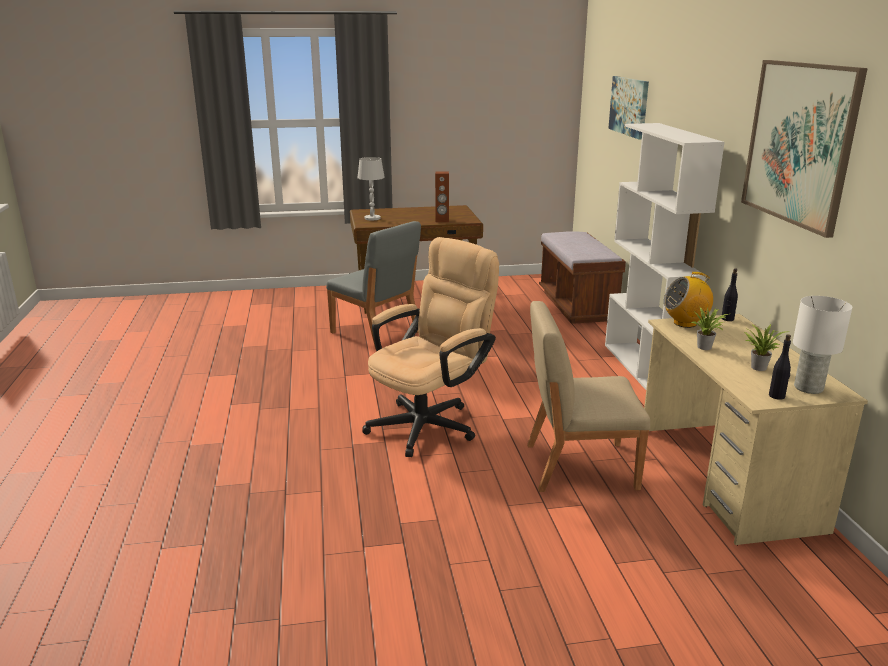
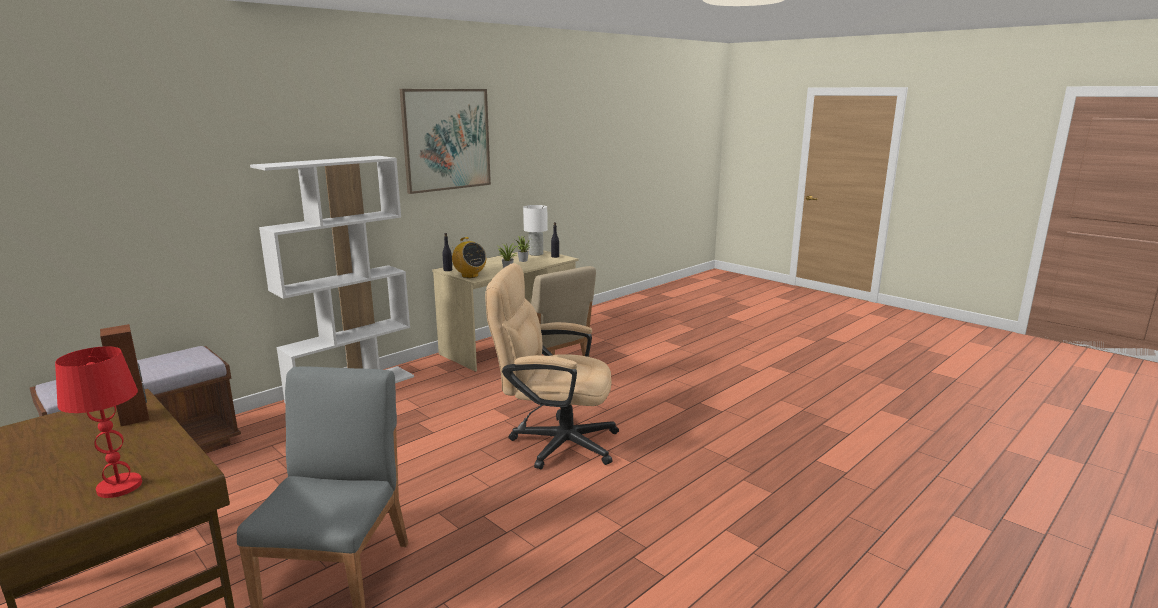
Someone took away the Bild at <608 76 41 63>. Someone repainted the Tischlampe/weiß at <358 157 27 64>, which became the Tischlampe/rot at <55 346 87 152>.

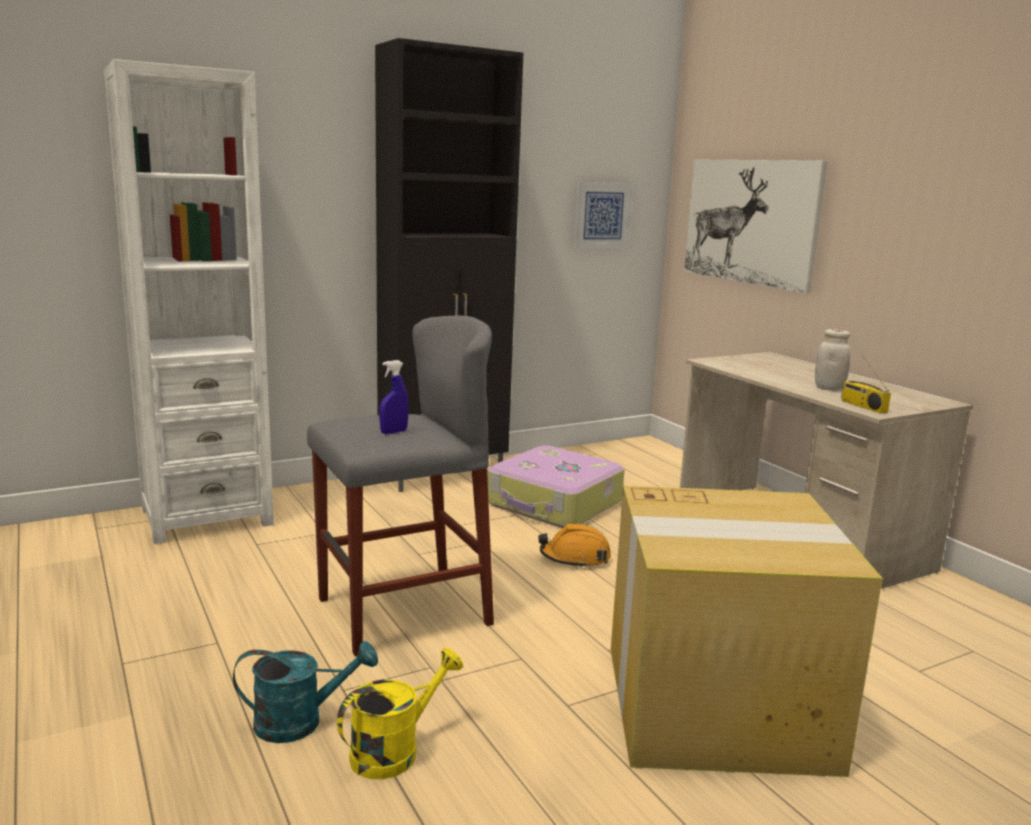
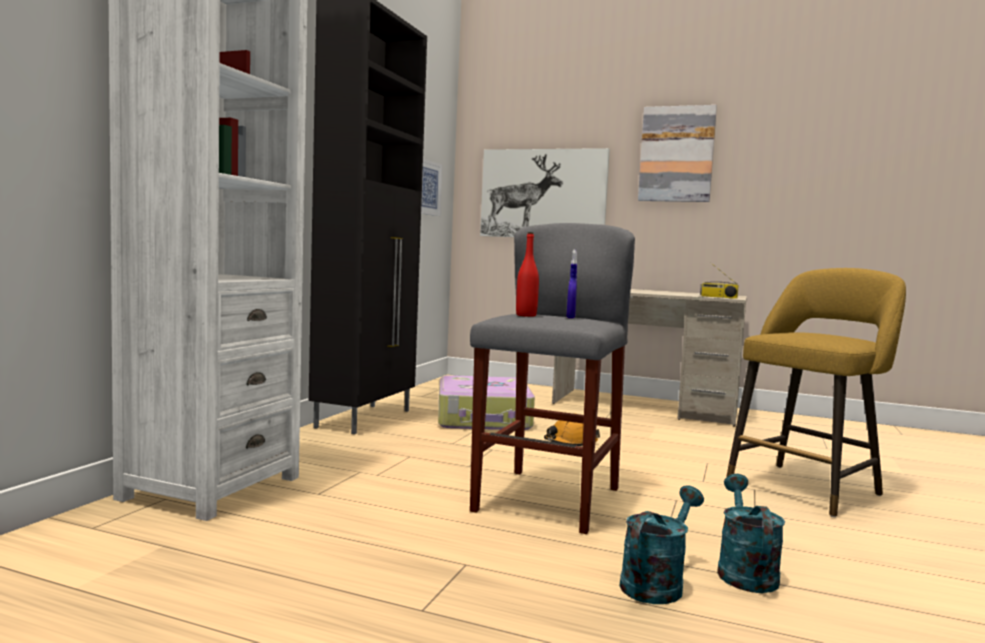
Someone took away the Vorratsglas/weiß at <815 329 35 62>. Someone swapped the Karton at <611 486 272 291> for the Hocker/gelb at <726 268 180 249>. Someone repainted the Gießkanne/gelb at <337 648 126 131>, which became the Gießkanne/türkis at <717 474 68 119>. Someone put up the Bild at <638 105 79 97>. Someone put down the Flasche/rot at <516 232 23 85>.

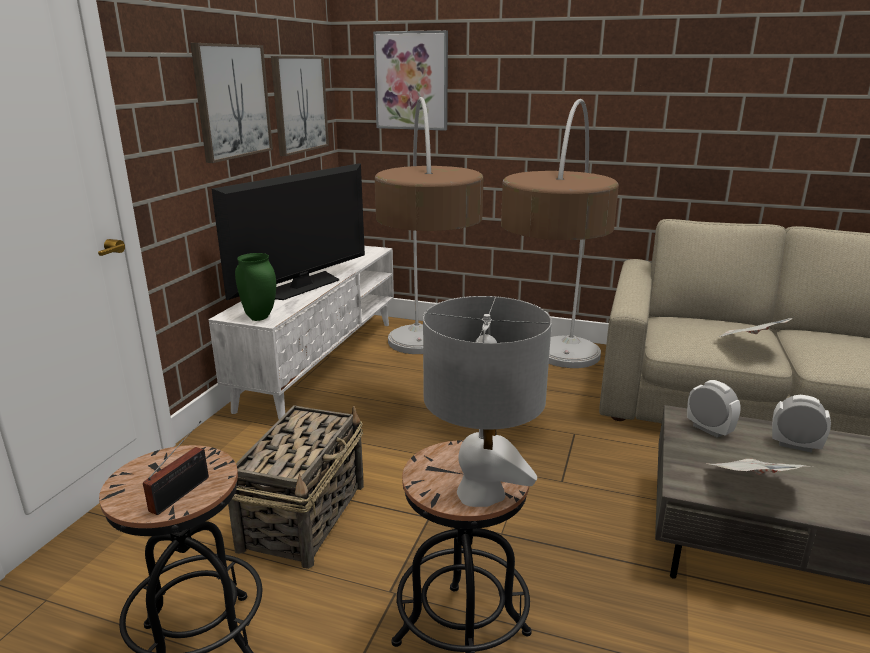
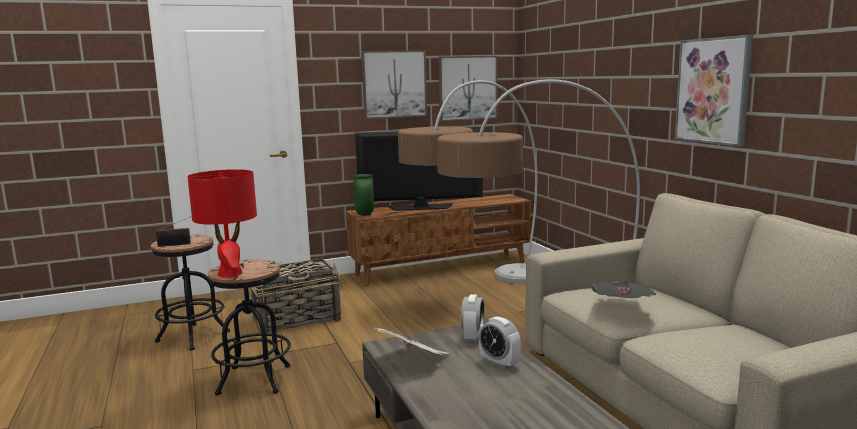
Someone carried the Bild from <373 30 75 101> to <675 35 78 112>. Someone repainted the Fernsehschrank/weiß at <209 246 185 173>, which became the Fernsehschrank/braun at <346 194 185 93>. Someone repainted the Tischlampe/grau at <423 296 129 211>, which became the Tischlampe/rot at <187 169 70 109>. Someone rotated the Wecker at <772 395 59 58> by 150 degrees clockwise.

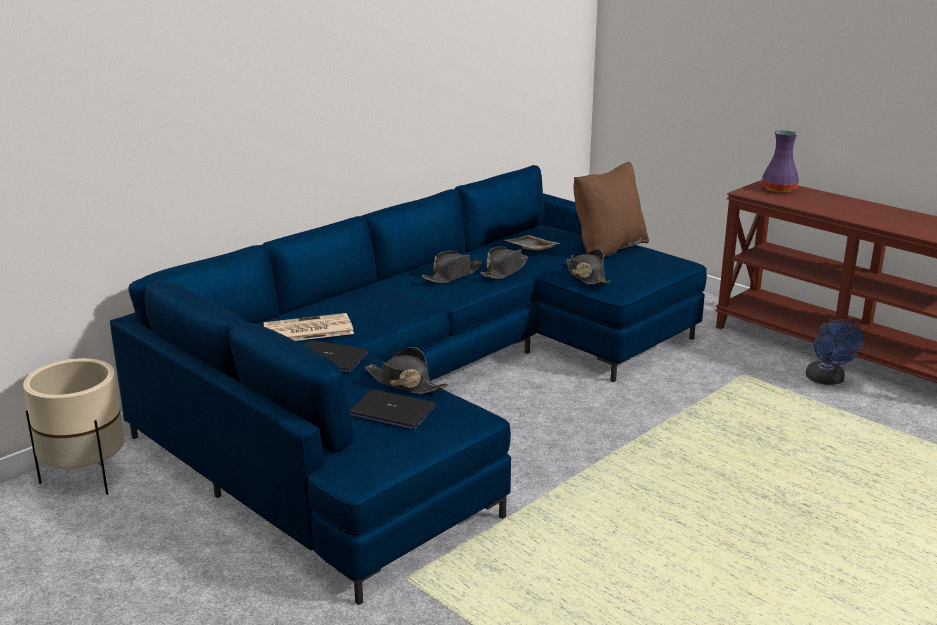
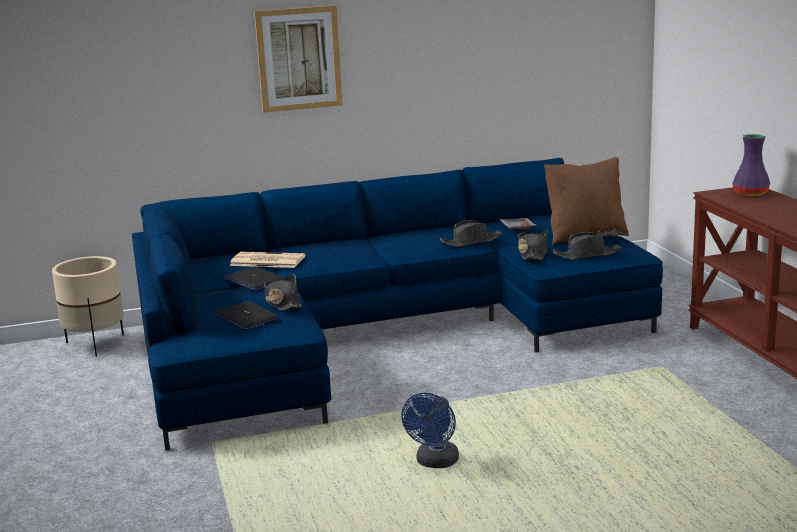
Someone carried the Hut/schwarz from <422 251 60 32> to <553 232 68 27>. Someone carried the Ventilator/blau from <806 319 58 66> to <401 392 58 76>. Someone put up the Bild at <254 5 89 108>.

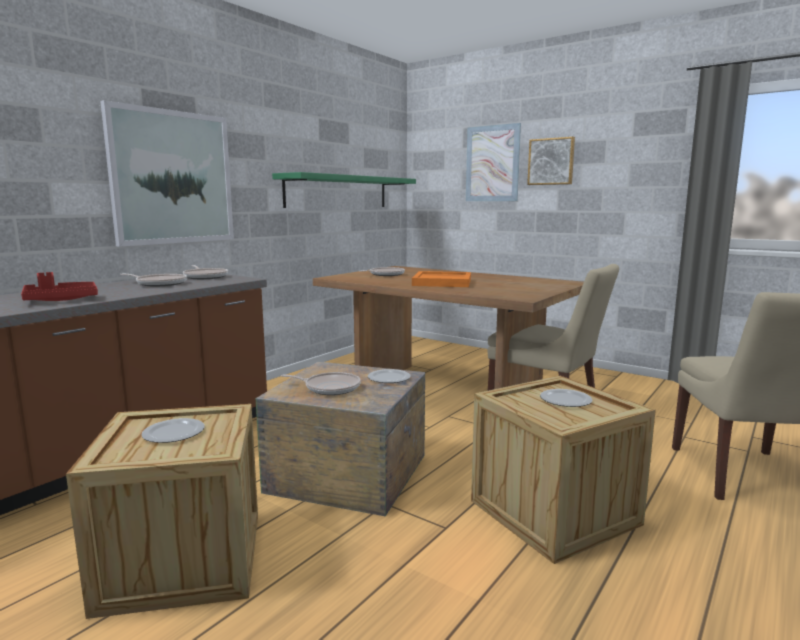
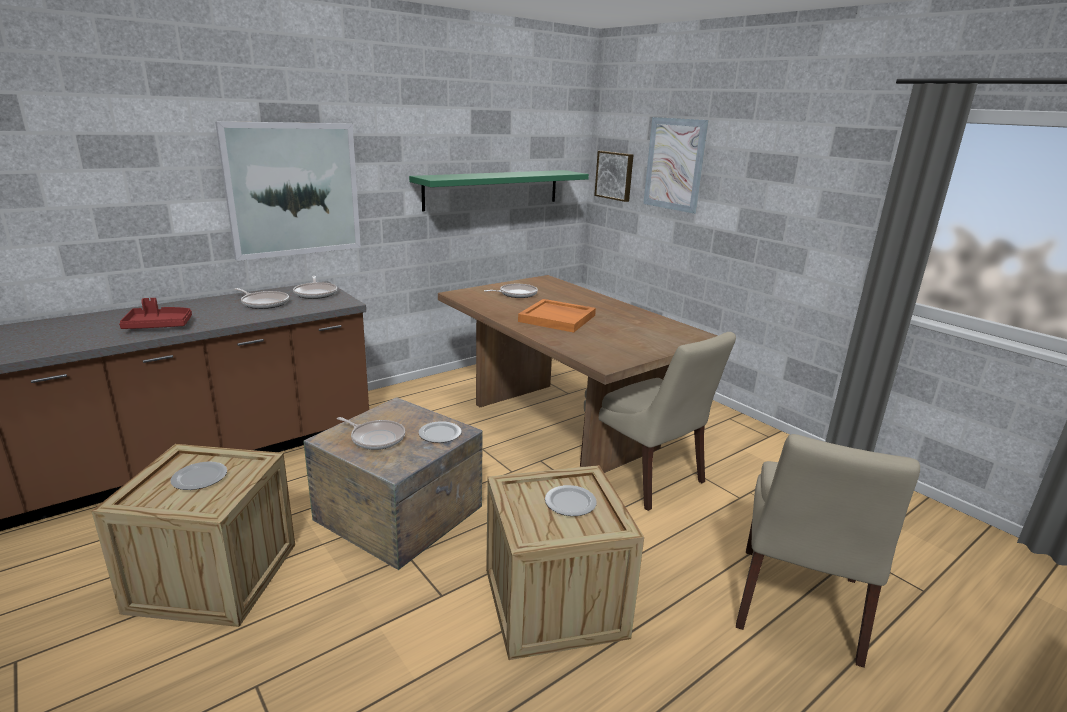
Someone carried the Bild from <527 137 48 48> to <594 151 39 51>.

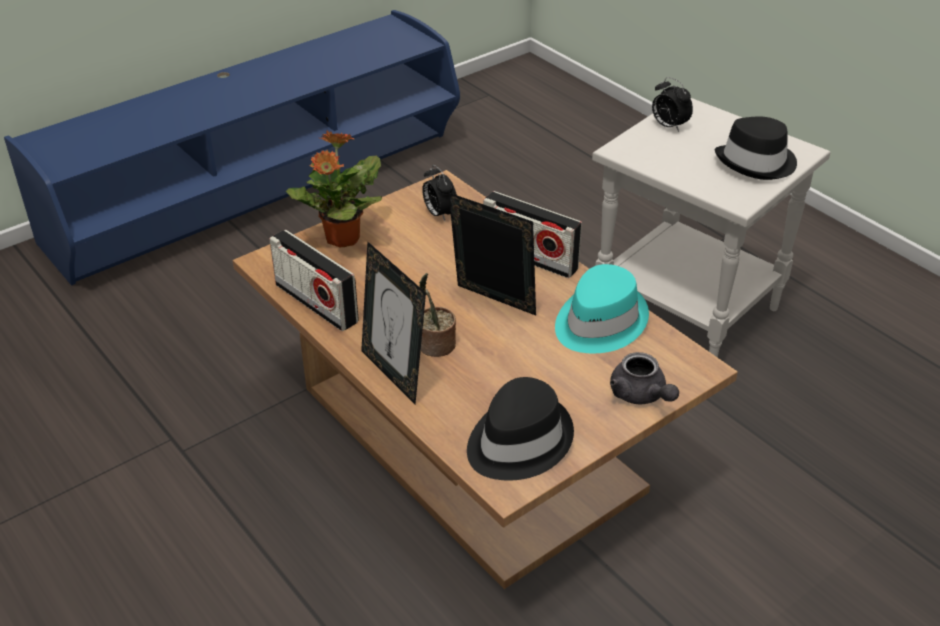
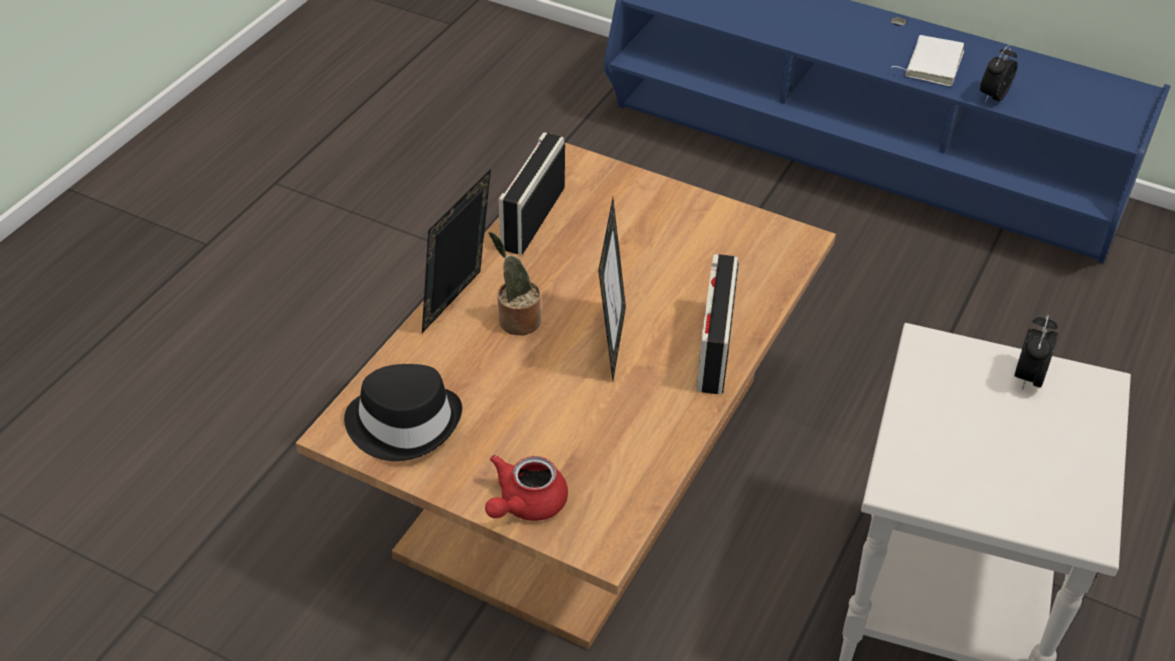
Someone took away the Hut/schwarz at <715 117 82 63>. Someone took away the Topfpflanze at <286 131 96 116>. Someone carried the Wecker from <422 165 35 56> to <980 45 37 58>. Someone took away the Hut/türkis at <555 264 94 89>. Someone repainted the Teekanne/grau at <610 352 69 53>, which became the Teekanne/rot at <485 455 83 66>. Someone put down the Buch/weiß at <892 35 72 51>.

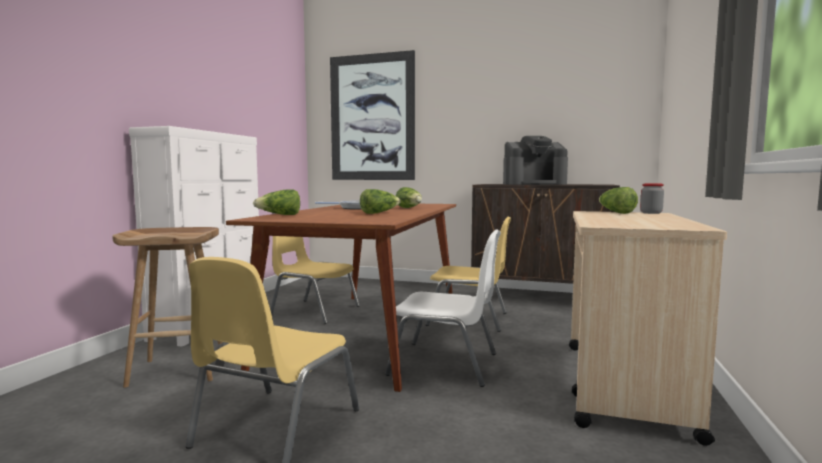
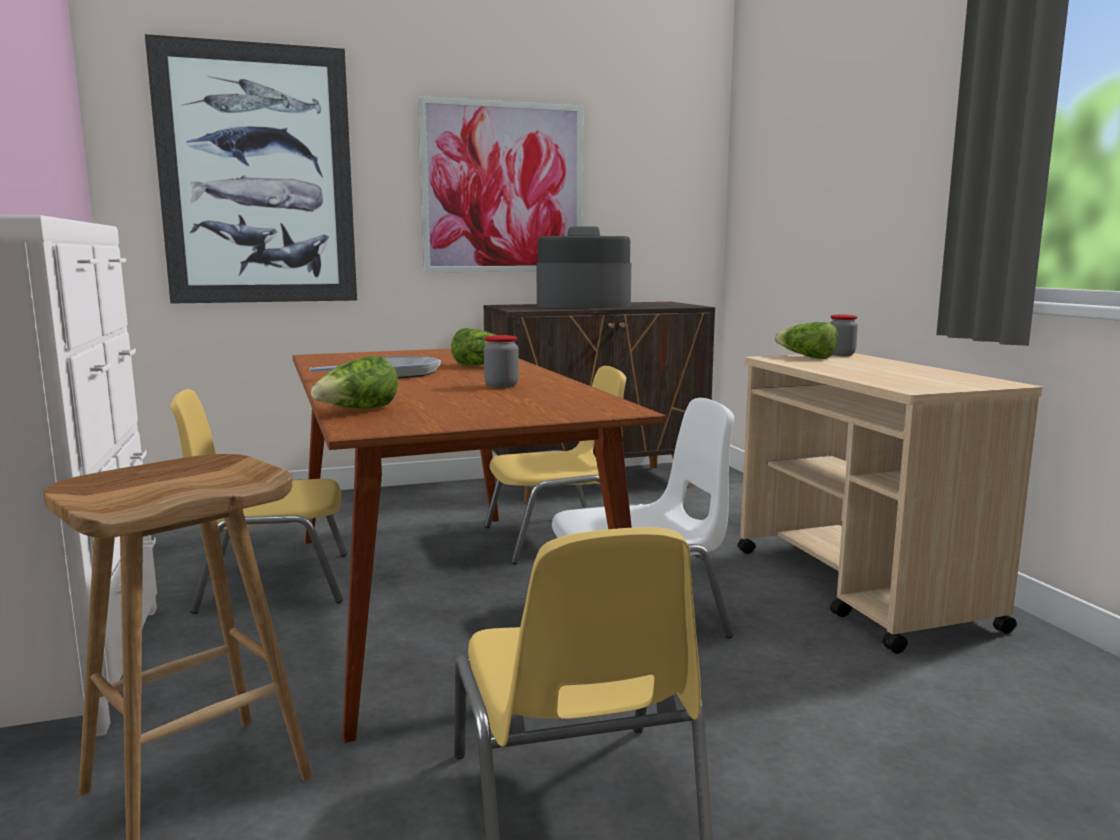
Someone rotated the Kaffeemaschine at <503 136 65 49> by 135 degrees counterclockwise. Someone swapped the Salatkopf at <360 189 41 25> for the Vorratsglas at <484 335 35 53>. Someone put up the Bild at <418 96 165 176>.

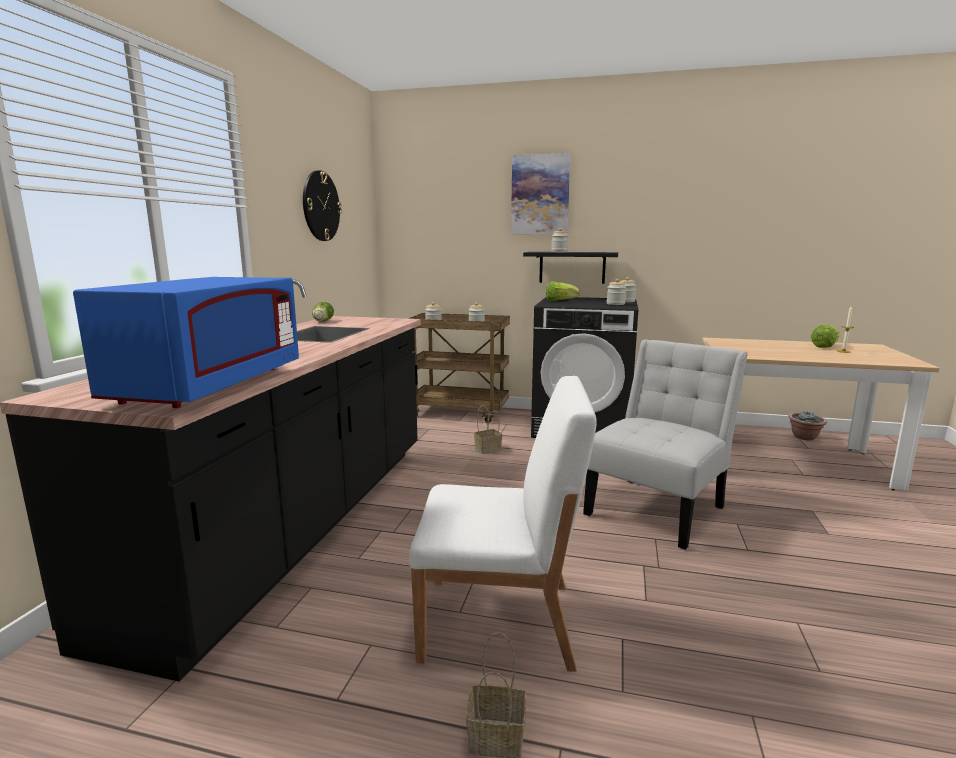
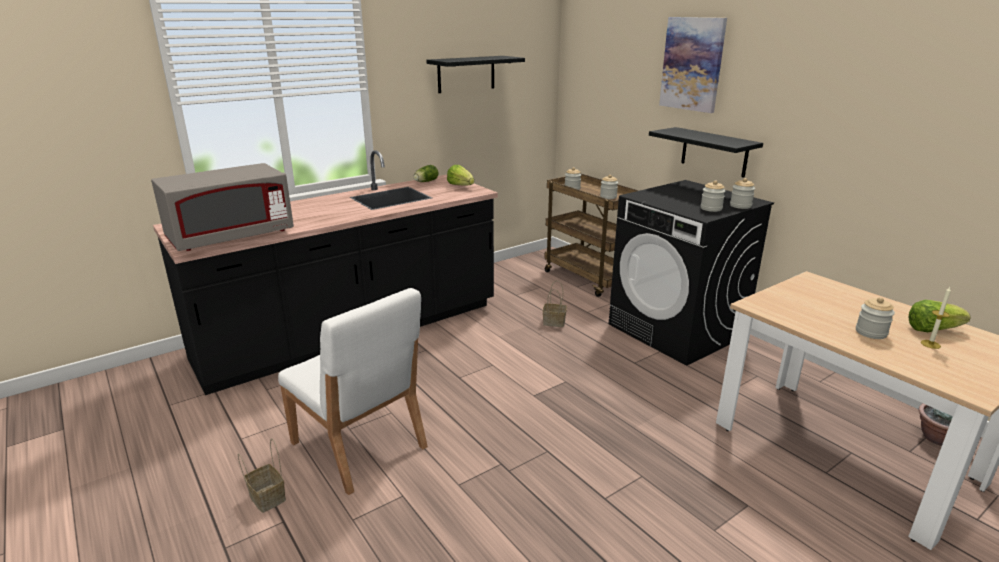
Someone swapped the Wanduhr at <303 170 39 71> for the Wandregal/schwarz at <426 56 99 37>. Someone carried the Vorratsglas from <551 228 18 24> to <856 297 39 42>. Someone repainted the Mikrowelle/blau at <73 277 226 131>, which became the Mikrowelle/grau at <151 163 143 88>. Someone carried the Salatkopf from <546 281 34 20> to <447 165 27 21>. Someone took away the Stuhl/weiß at <583 339 165 211>.

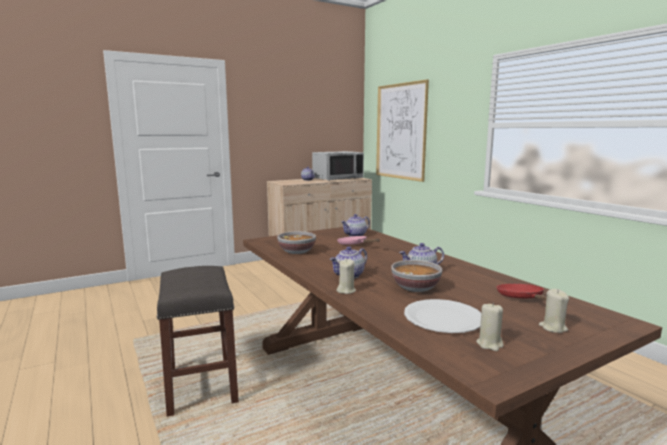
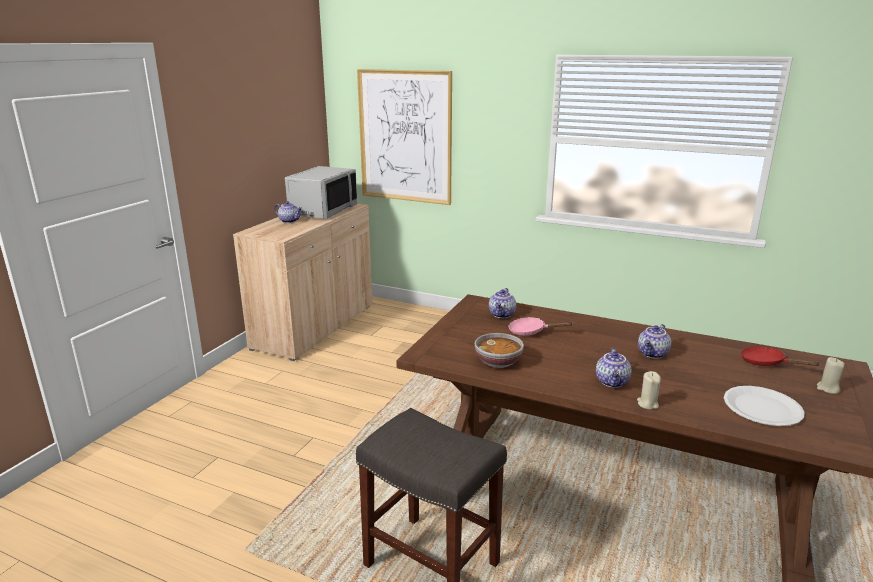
Someone took away the Schüssel at <391 260 51 32>. Someone took away the Kerze/beige at <476 303 27 48>.

